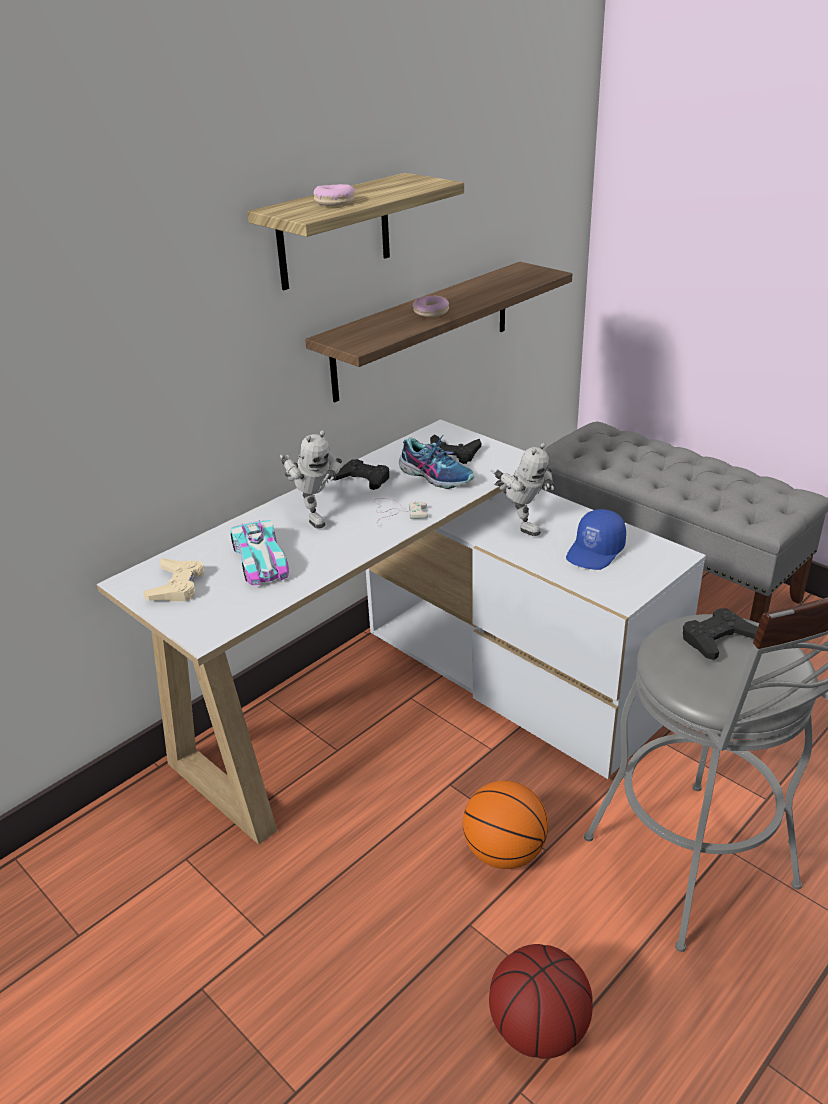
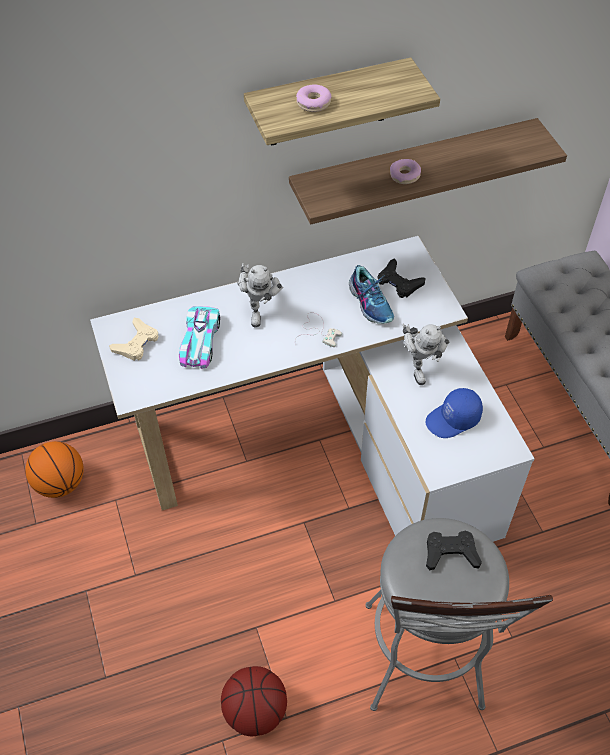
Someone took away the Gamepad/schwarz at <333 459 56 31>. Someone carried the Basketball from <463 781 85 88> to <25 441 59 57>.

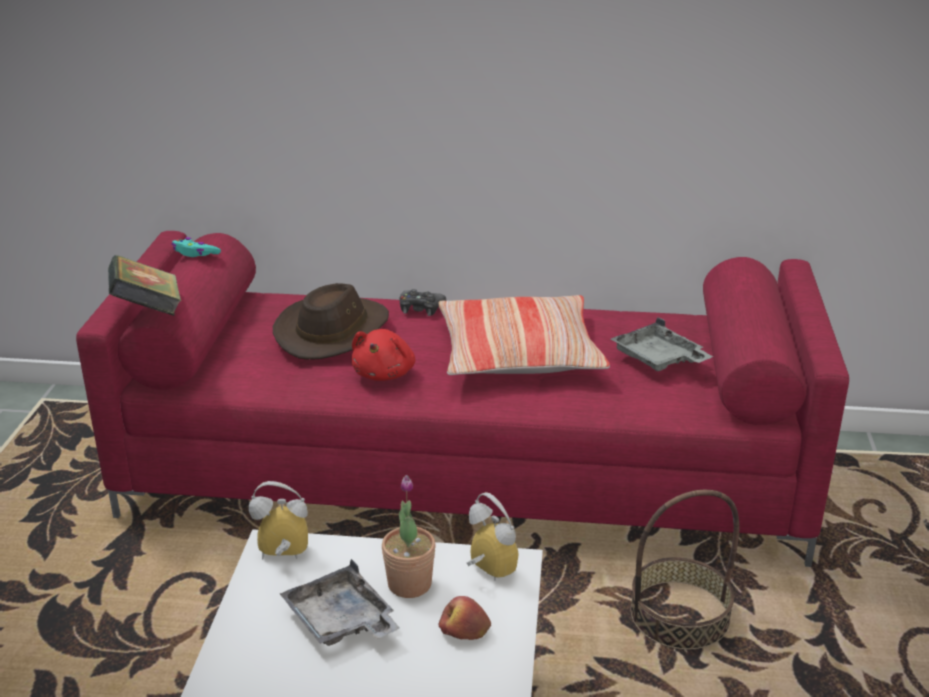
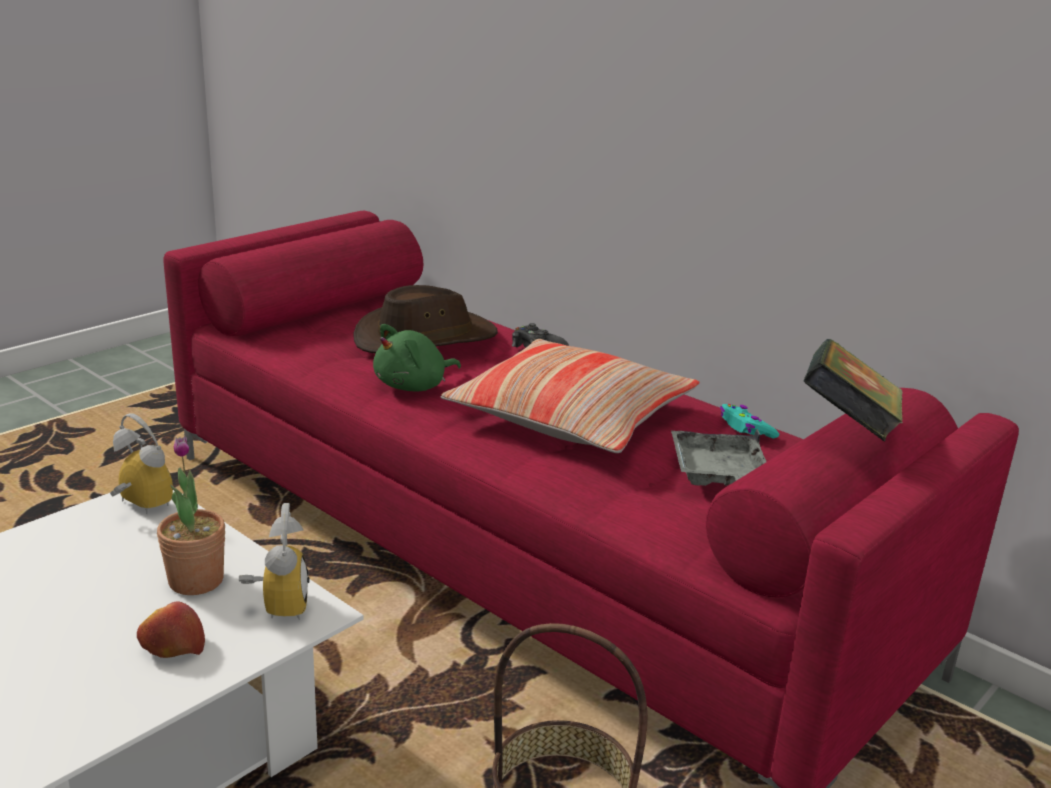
Someone carried the Gamepad/türkis from <171 237 50 20> to <720 404 60 35>. Someone carried the Buch from <108 255 74 61> to <804 339 99 102>. Someone repainted the Plüschtier/rot at <352 329 64 52>, which became the Plüschtier/grün at <373 324 88 67>. Someone took away the Tablett/grau at <280 559 120 87>.

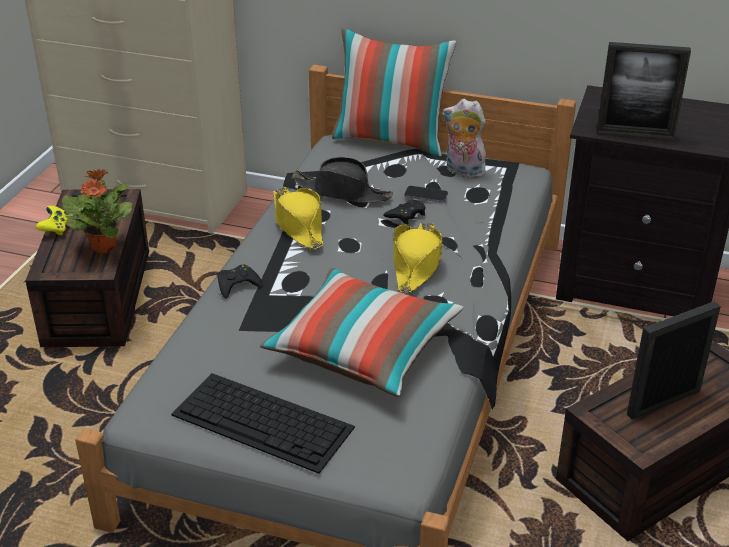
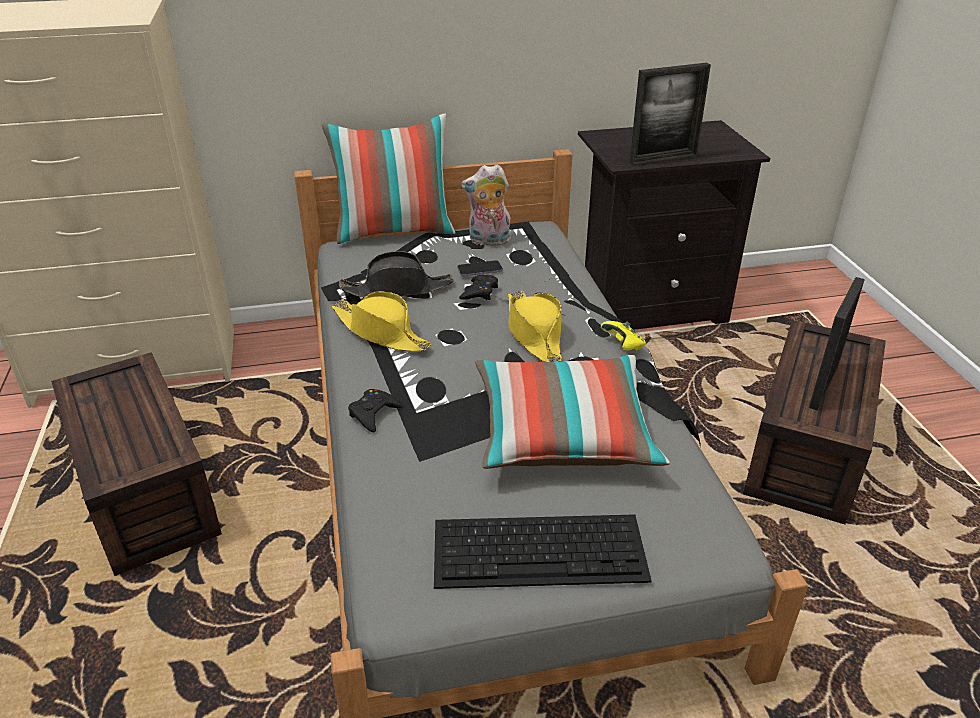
Someone took away the Topfpflanze at <62 169 71 85>. Someone carried the Gamepad/gelb from <36 206 34 29> to <601 321 45 30>.

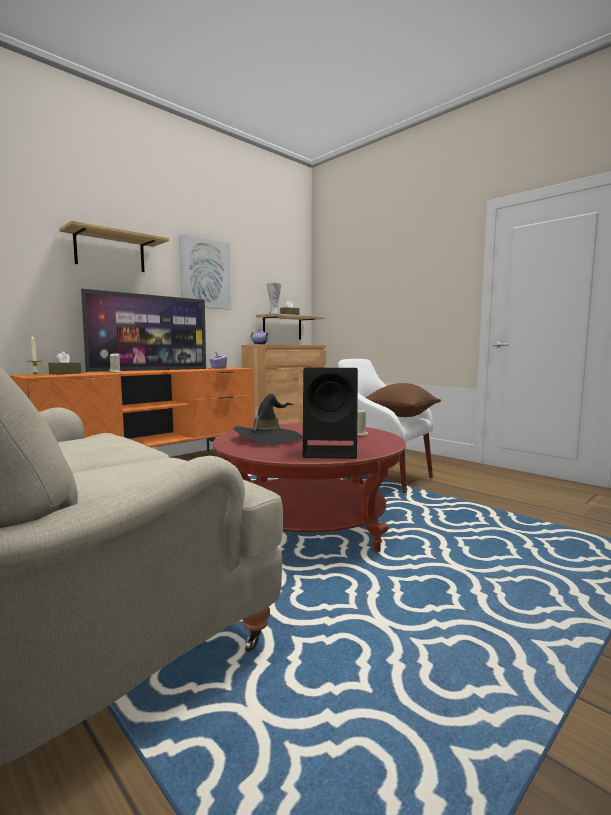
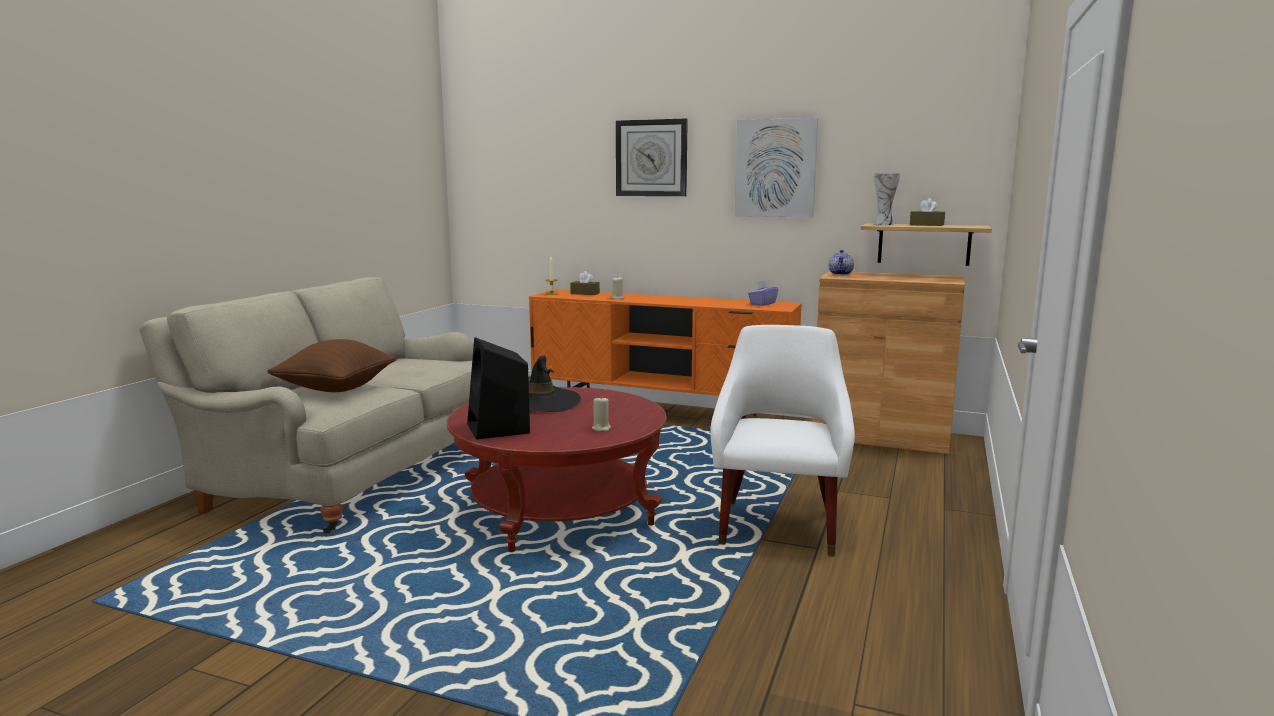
Someone swapped the Wandregal at <59 220 110 52> for the Wanduhr at <616 119 72 77>. Someone took away the Fernseher at <81 289 125 83>. Someone carried the Kissen/braun from <365 383 76 34> to <267 339 129 53>.

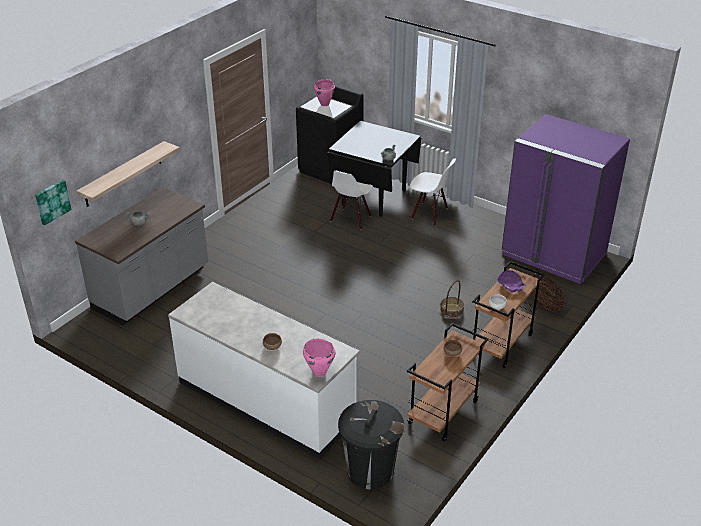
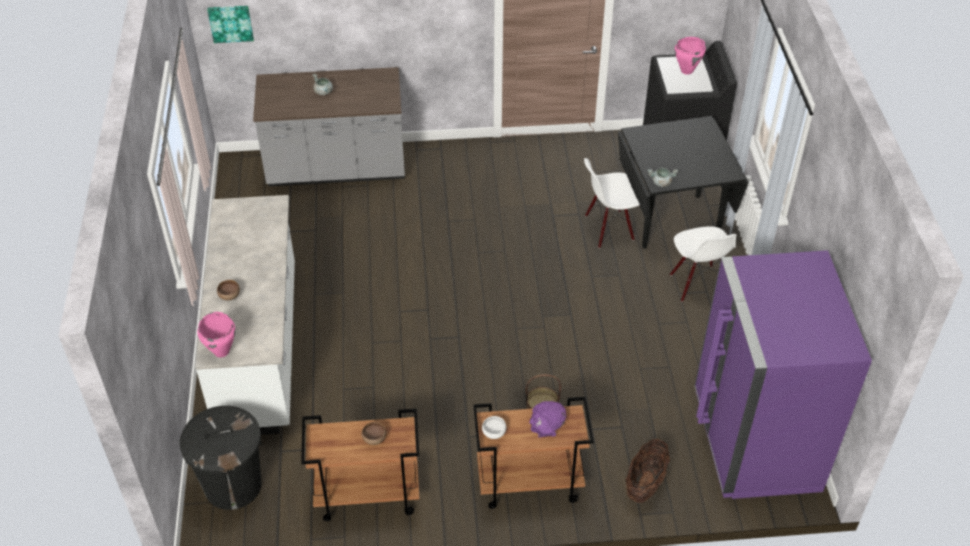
Someone took away the Wandregal at <76 141 104 66>.

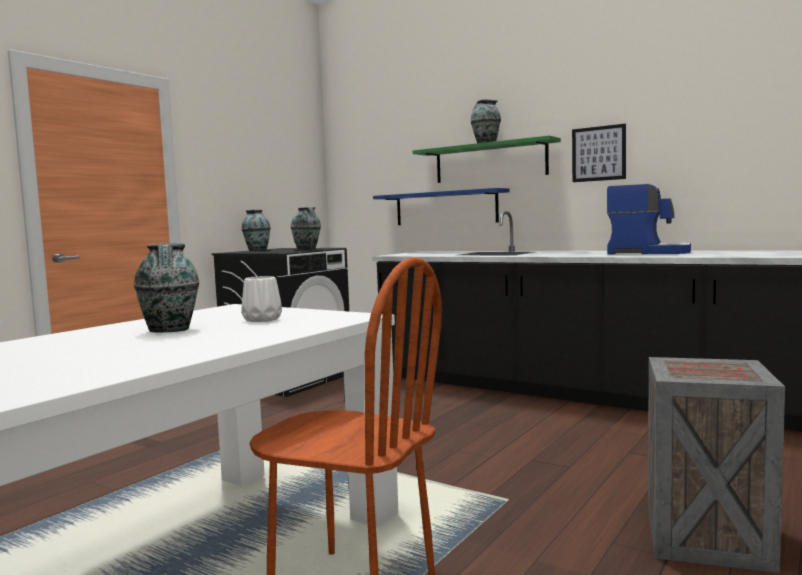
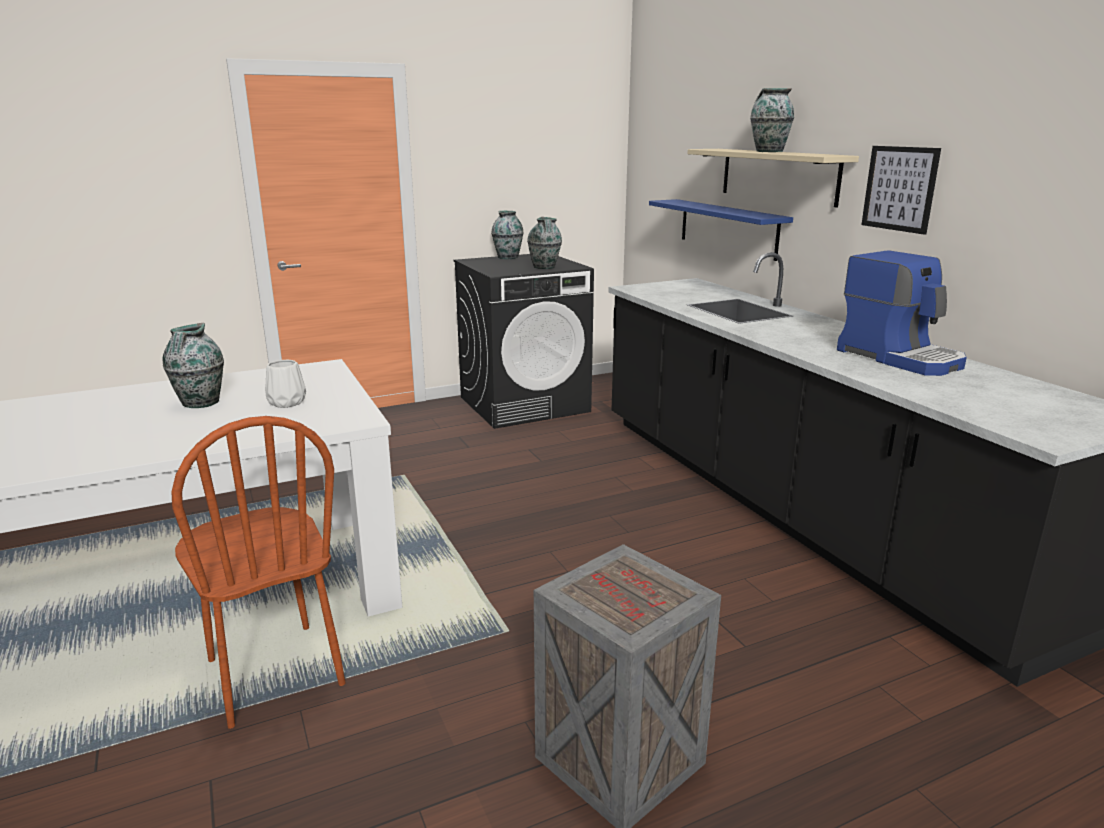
Someone repainted the Wandregal/grün at <413 135 148 48>, which became the Wandregal/beige at <688 149 171 59>.

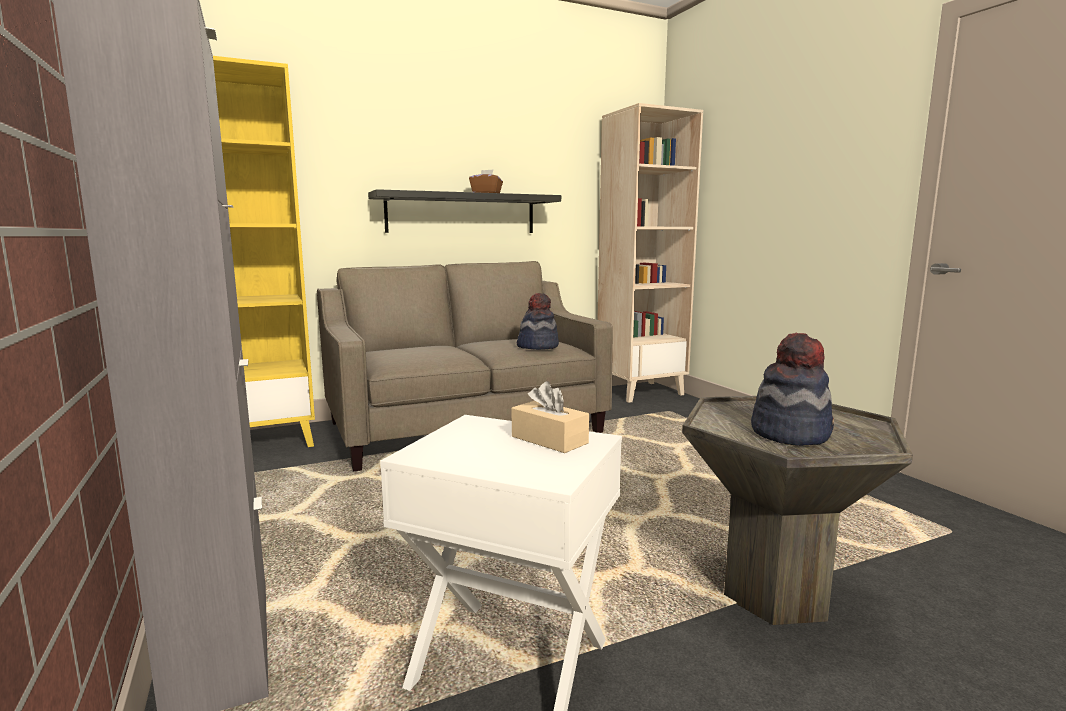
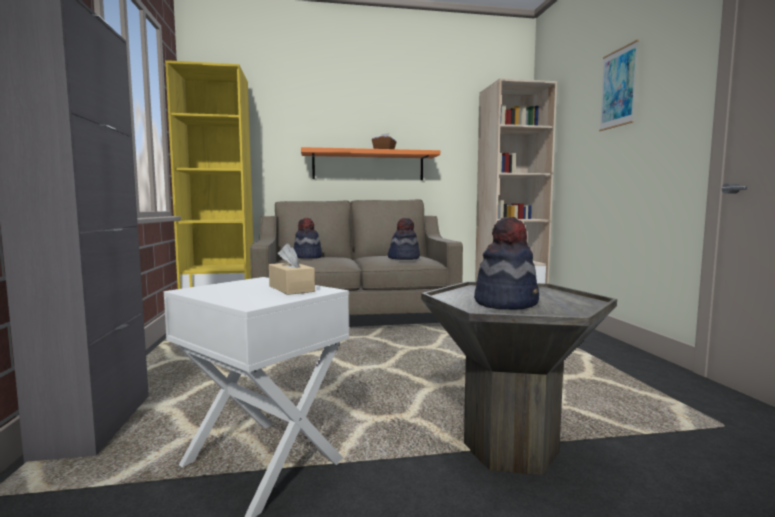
Someone repainted the Wandregal/schwarz at <368 189 193 44>, which became the Wandregal/orange at <301 147 139 33>. Someone put up the Bild at <599 40 40 91>. Someone put down the Hut at <294 218 28 41>.

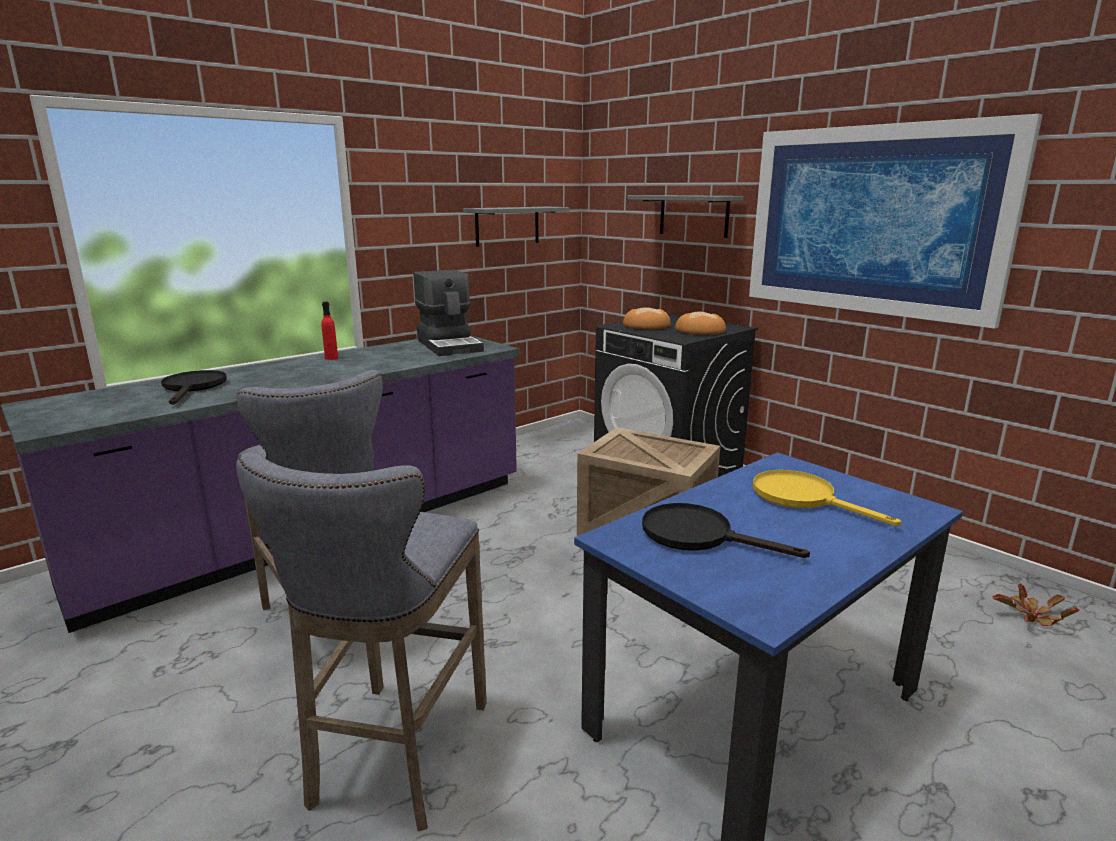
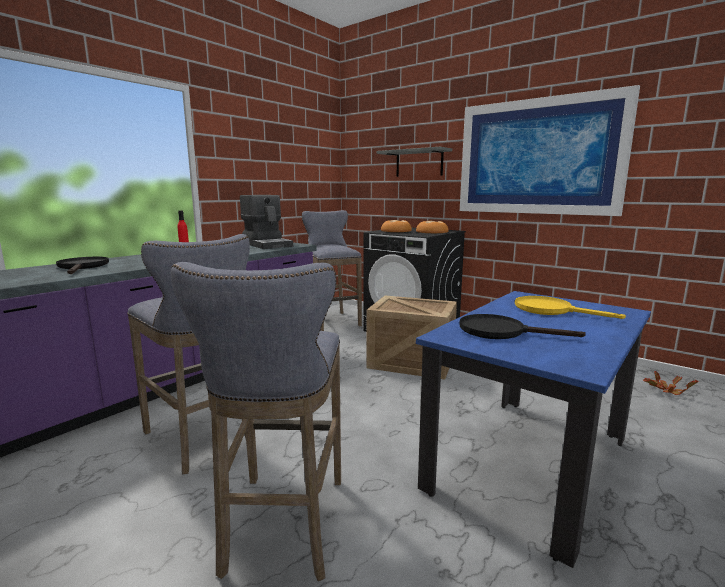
Someone took away the Wandregal/grau at <463 207 107 40>. Someone put down the Hocker/grau at <302 210 60 121>.

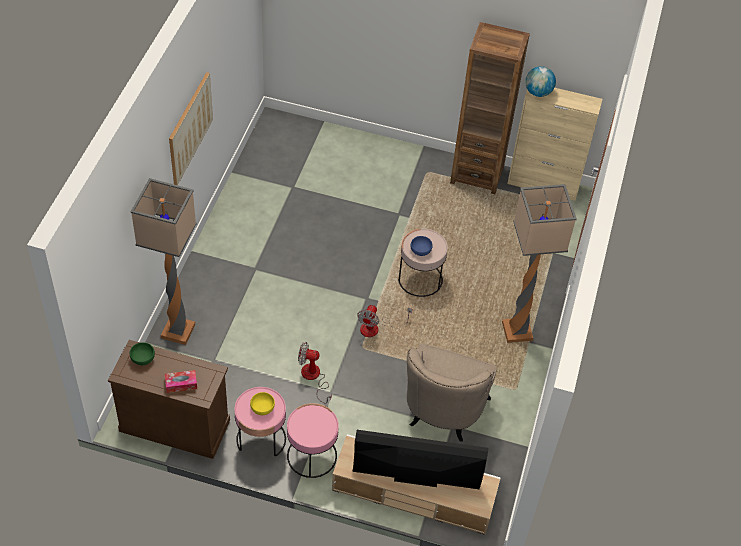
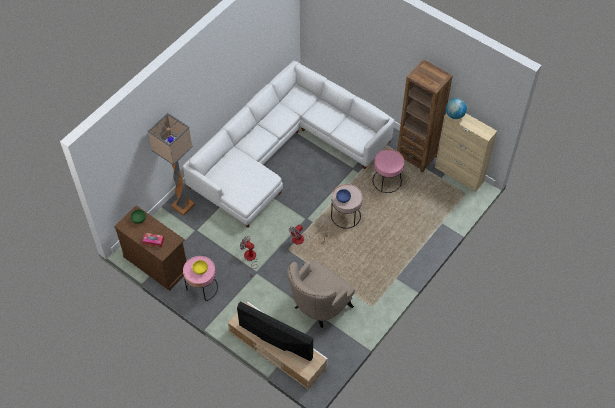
Someone took away the Bild at <169 72 44 113>. Someone took away the Stehlampe at <502 184 75 159>. Someone carried the Beistelltisch/rosa from <287 403 52 75> to <372 149 32 44>. Someone put down the Sofa/weiß at <183 61 212 167>.

